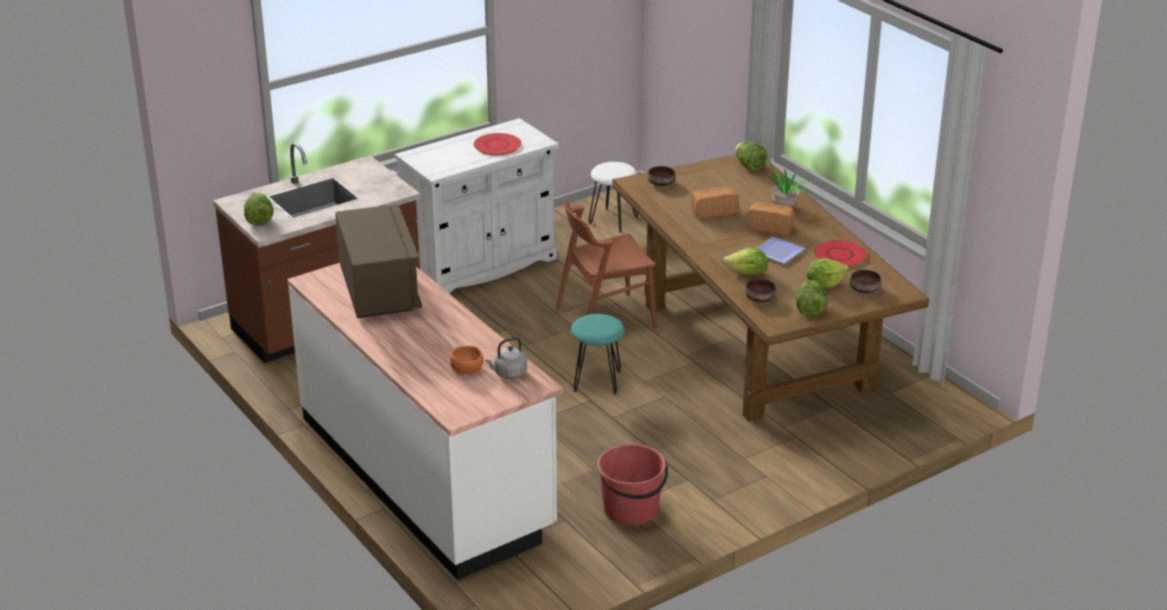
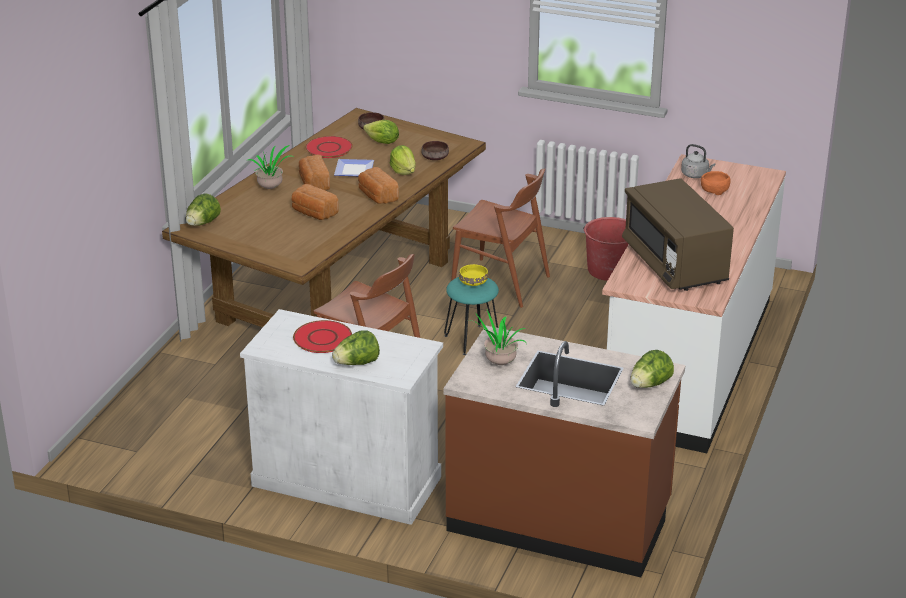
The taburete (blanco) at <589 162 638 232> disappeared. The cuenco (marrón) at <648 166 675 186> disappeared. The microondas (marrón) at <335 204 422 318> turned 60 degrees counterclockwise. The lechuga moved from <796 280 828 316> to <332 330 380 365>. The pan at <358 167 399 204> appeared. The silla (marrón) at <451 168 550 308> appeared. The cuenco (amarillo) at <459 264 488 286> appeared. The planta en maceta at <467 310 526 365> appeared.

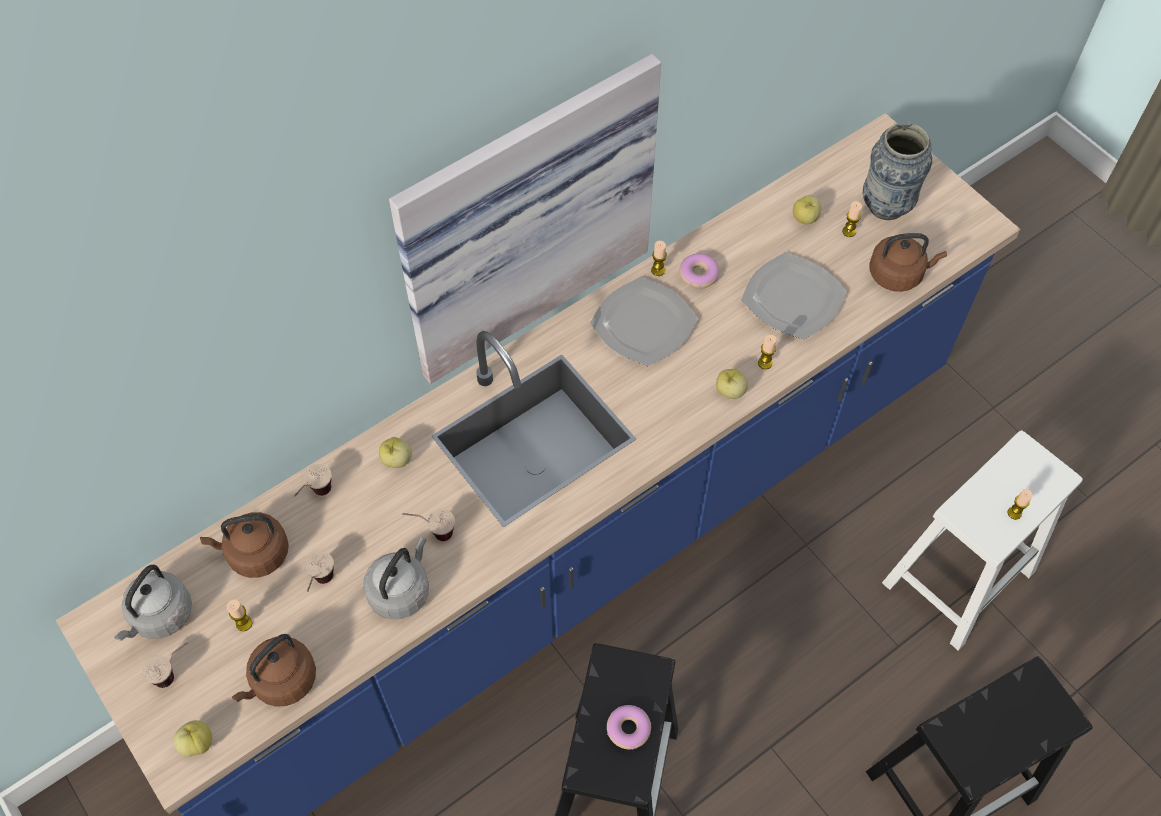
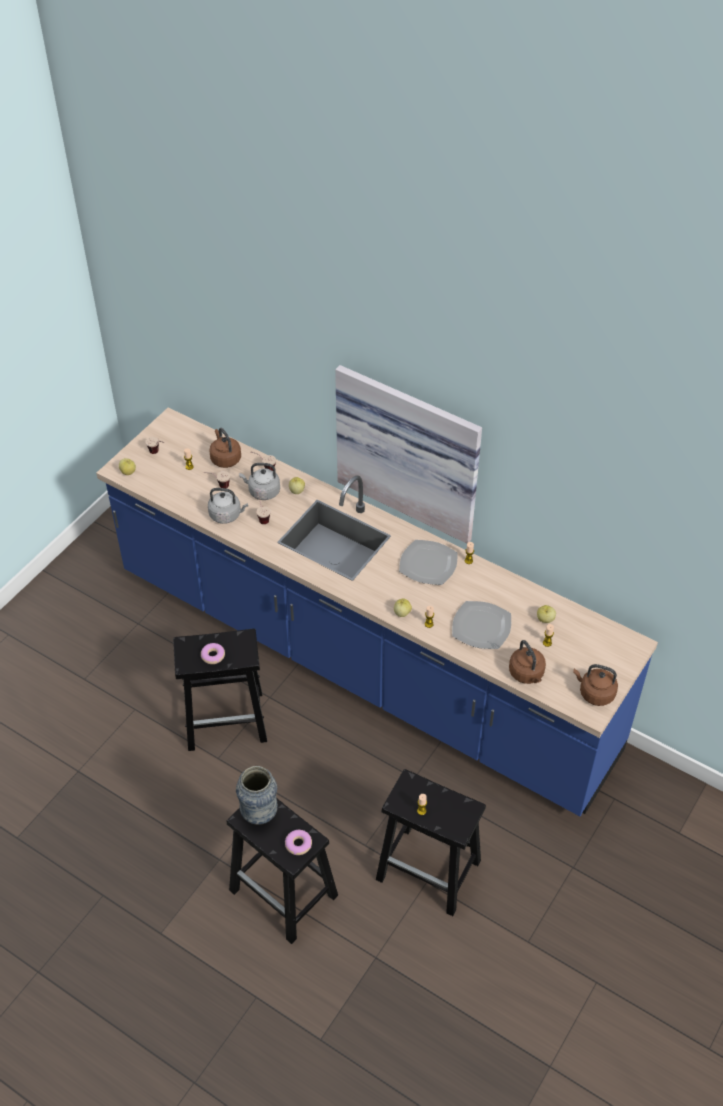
The florero moved from <863 124 932 220> to <236 766 278 825>. The rosquilla moved from <679 253 719 289> to <285 830 312 855>. The taburete (blanco) at <882 430 1083 651> became the taburete (negro) at <376 769 486 916>. The hervidor (gris) moved from <114 565 192 641> to <239 463 280 500>. The hervidor (marrón) moved from <232 634 316 707> to <573 664 618 706>.

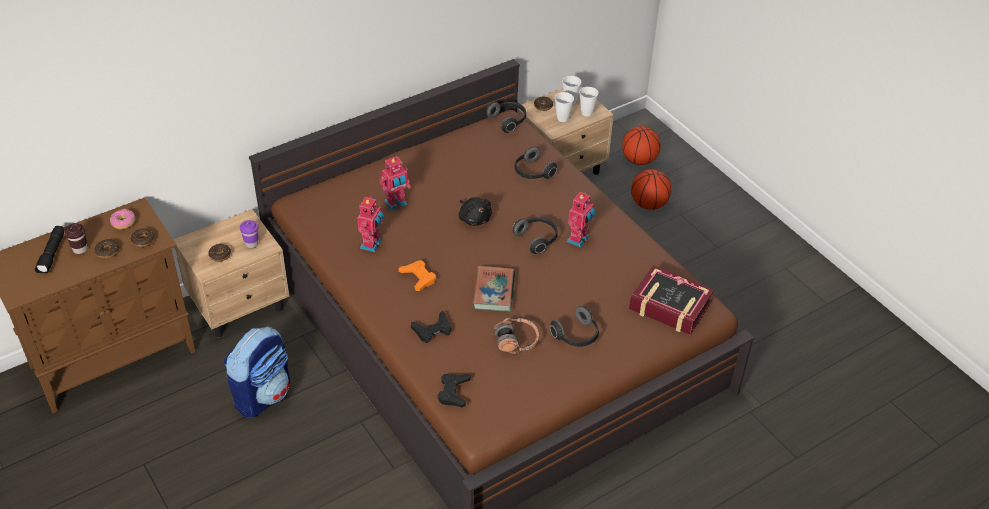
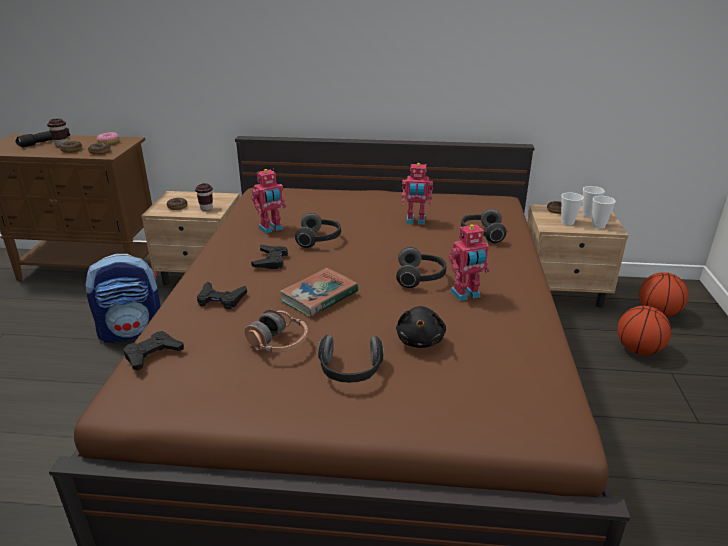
The auriculares moved from <486 102 526 133> to <295 213 341 248>. The robot de juguete moved from <380 156 411 210> to <402 163 433 225>. The peluche (negro) moved from <459 197 492 226> to <396 306 446 348>. The taza (morado) at <240 220 258 248> became the taza (marrón) at <195 183 213 211>. The mando de consola (naranja) at <398 260 436 291> became the mando de consola (negro) at <251 245 288 269>. The libro at <629 265 714 335> disappeared.

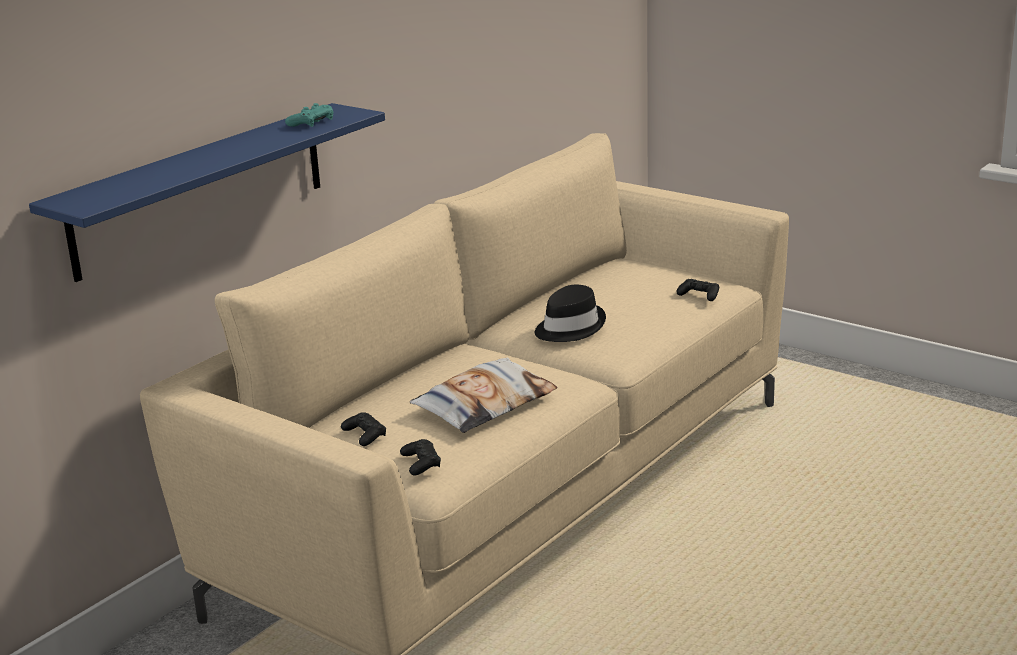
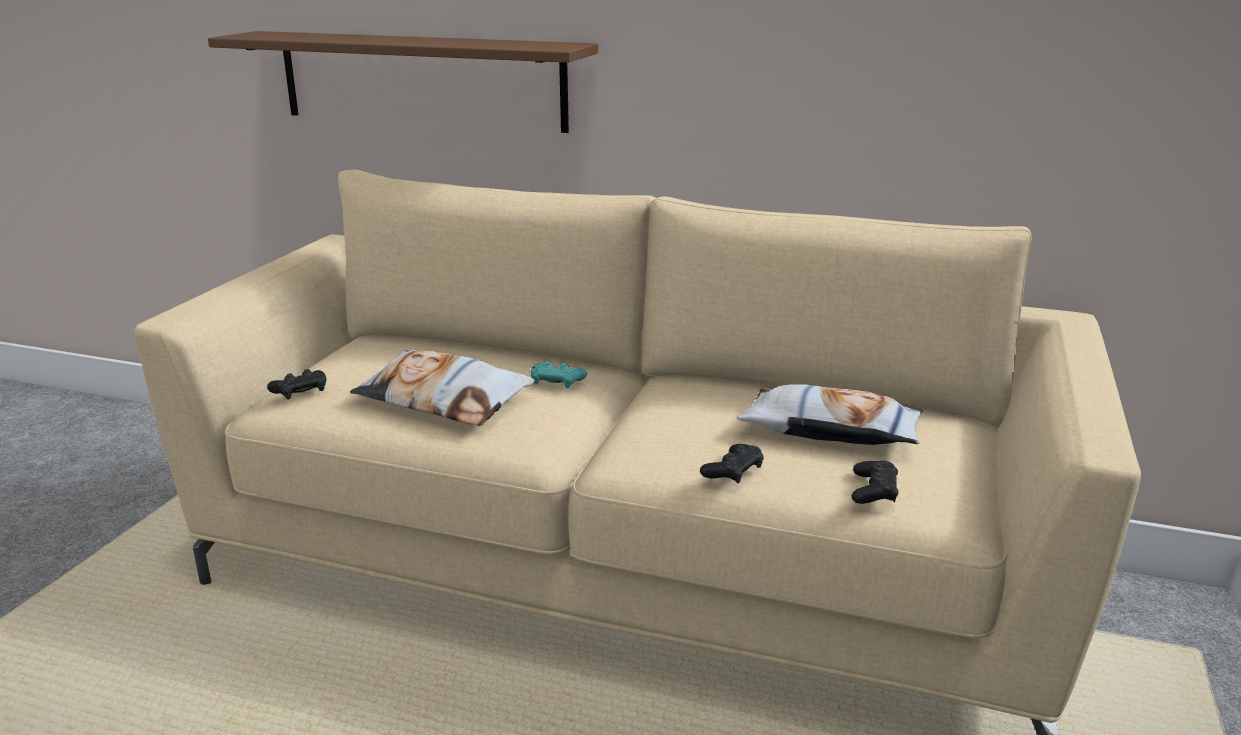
The estante (azul) at <29 103 385 282> became the estante (marrón) at <208 31 598 133>. The mando de consola (turquesa) moved from <285 103 334 127> to <531 361 587 388>. The sombrero (negro) at <535 285 606 342> disappeared. The mando de consola (negro) moved from <341 412 386 446> to <700 444 764 484>. The cojín at <737 384 923 445> appeared.

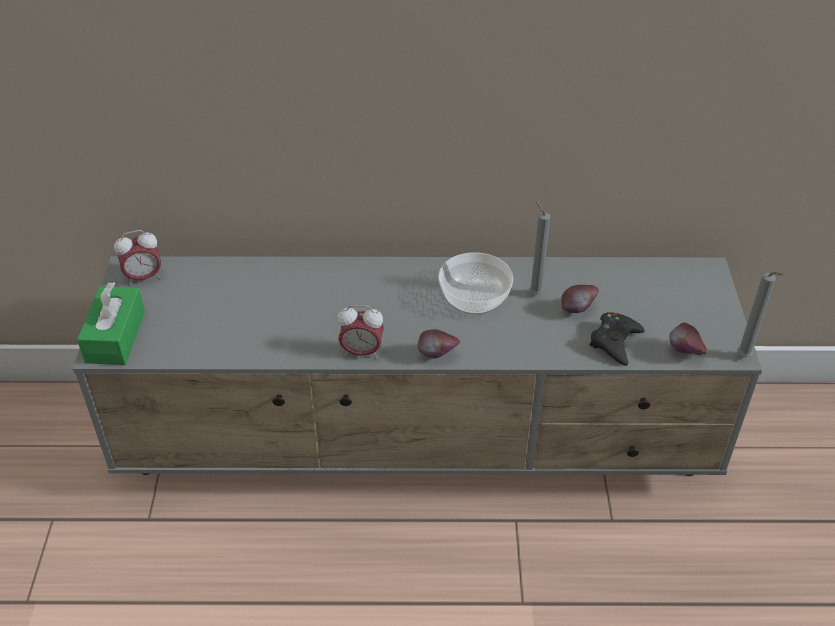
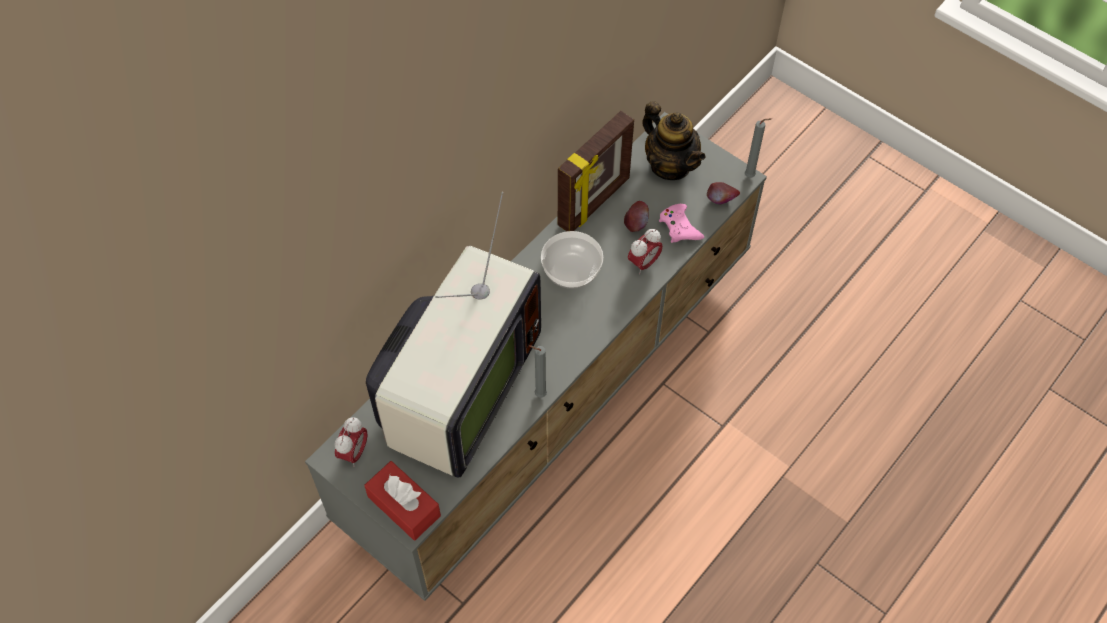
The vela (gris) moved from <529 200 550 295> to <529 345 547 398>. The caja de pañuelos (verde) at <77 282 145 365> became the caja de pañuelos (rojo) at <364 461 441 541>. The despertador moved from <338 305 384 358> to <628 229 663 274>. The mando de consola (negro) at <590 312 645 366> became the mando de consola (rosa) at <659 204 704 243>. The manzana at <417 329 460 359> disappeared. The tetera at <642 101 706 180> appeared. The portarretratos at <558 111 634 231> appeared. The televisor at <366 192 541 477> appeared.

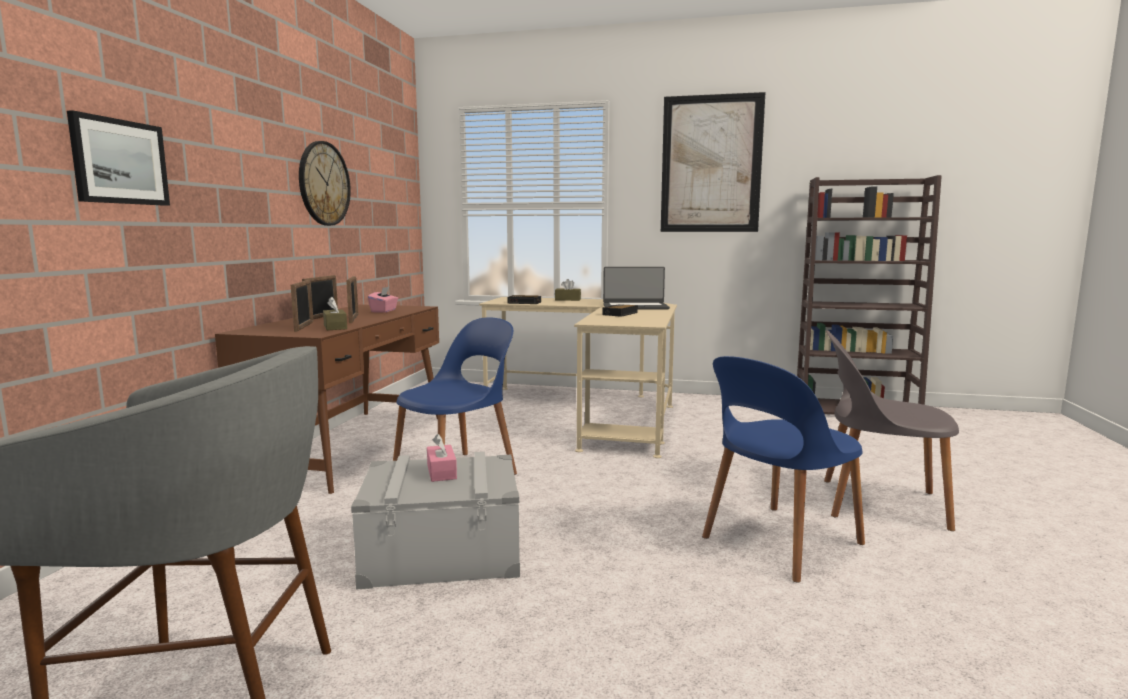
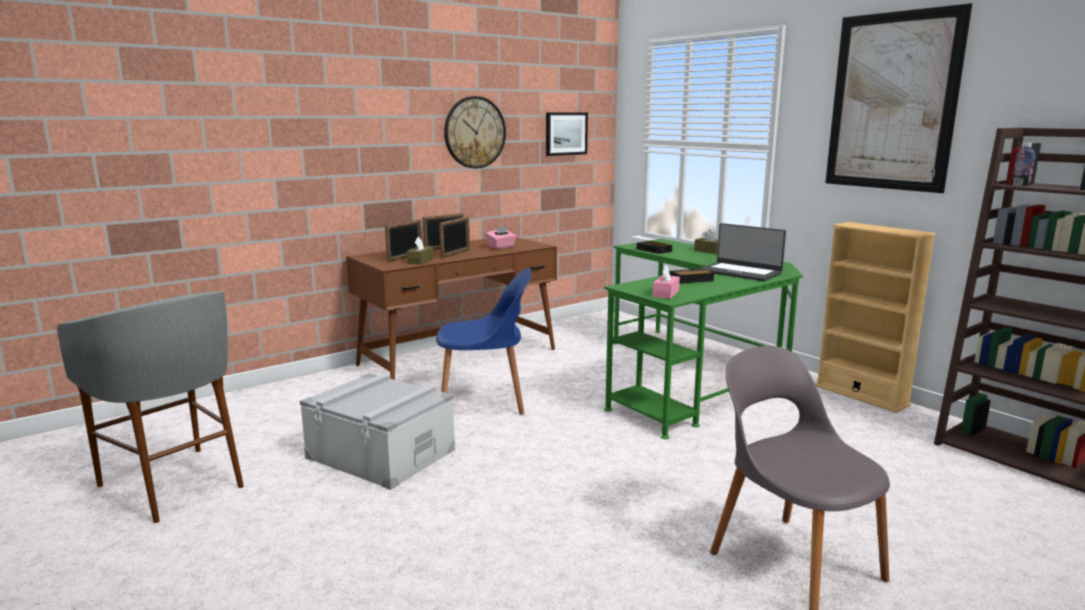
The cuadro moved from <67 110 170 206> to <546 112 588 156>. The escritorio (beis) at <479 297 677 458> became the escritorio (verde) at <604 239 803 439>. The silla (azul) at <702 356 865 583> disappeared. The caja de pañuelos (rosa) moved from <427 434 457 482> to <653 265 680 299>. The botella at <1012 142 1035 186> appeared. The estantería (beis) at <815 222 936 413> appeared.

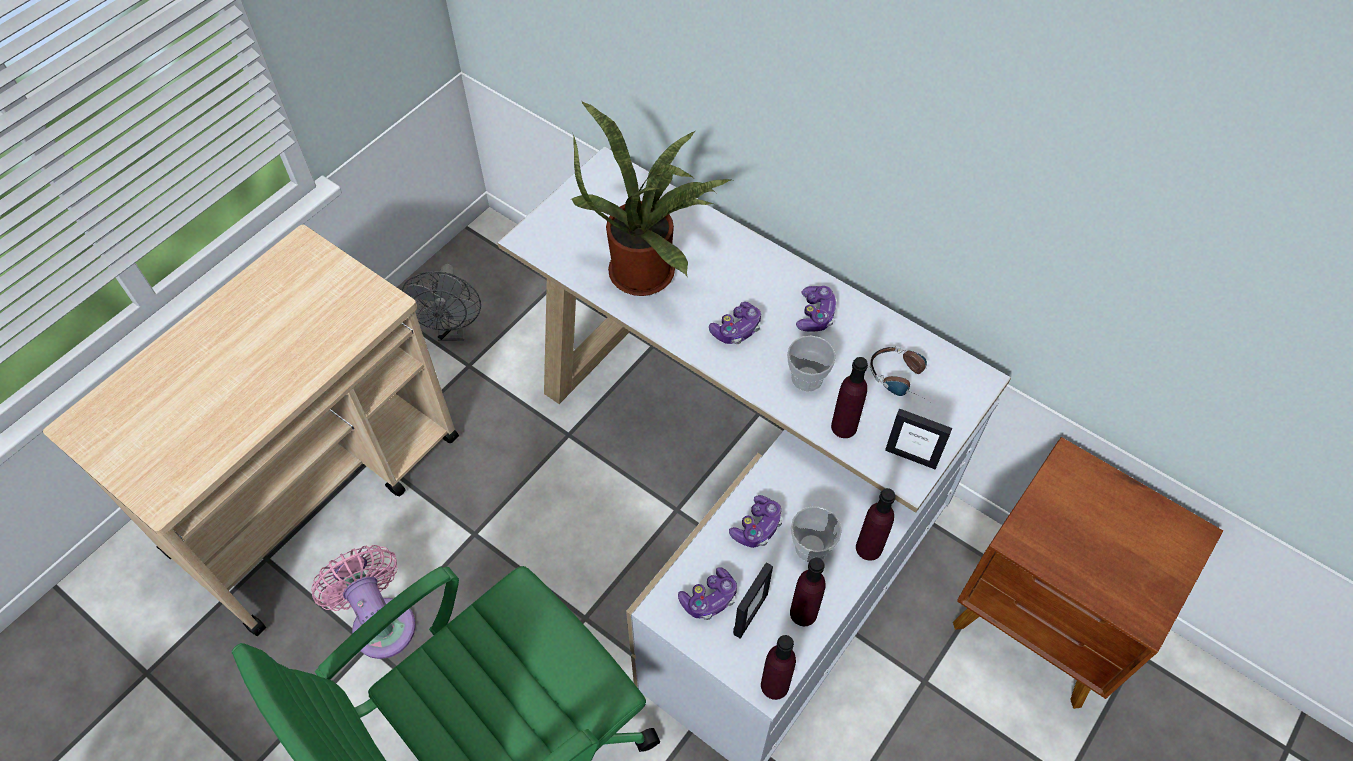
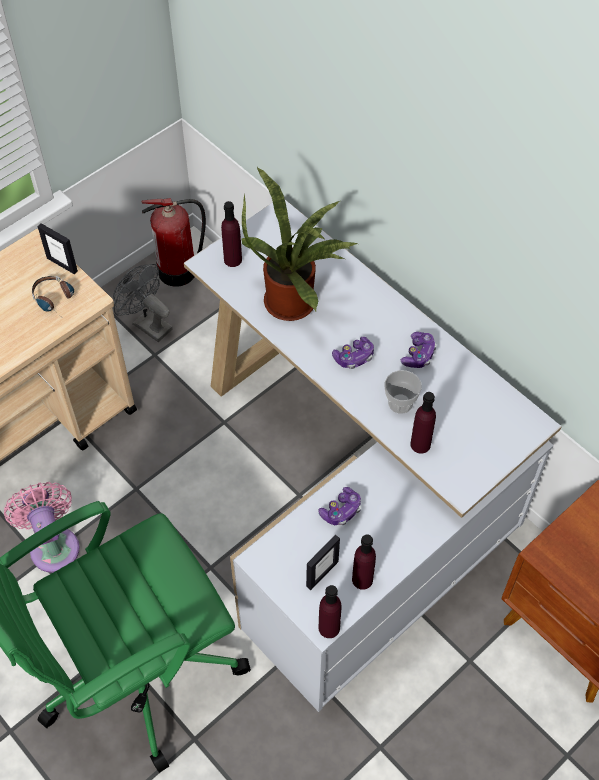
The ventilador (gris) at <401 264 481 341> turned 120 degrees clockwise. The auriculares moved from <870 346 928 401> to <32 276 74 315>. The portarretratos moved from <885 408 952 470> to <37 223 78 274>. The botella (morado) moved from <856 488 896 561> to <221 201 242 267>. The taza at <791 506 842 562> disappeared. The mando de consola at <678 567 737 620> disappeared. The extintor at <141 198 206 287> appeared.

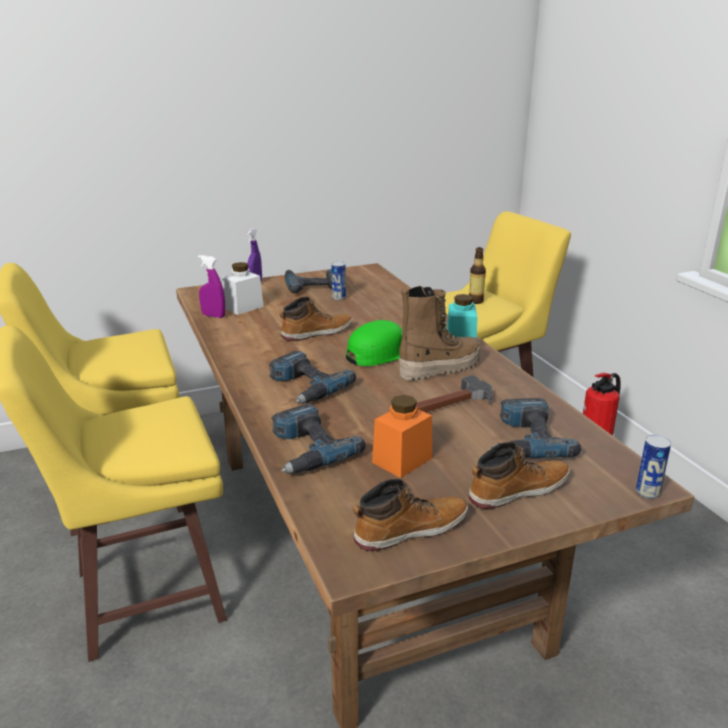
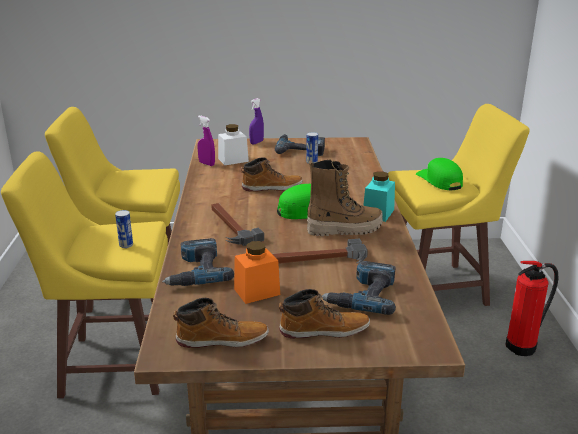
The botella at <469 247 486 304> was replaced by the gorra (verde) at <416 158 463 190>. The taladro at <269 351 356 404> was replaced by the martillo at <211 203 264 246>. The lata moved from <636 435 671 499> to <115 210 133 248>.

